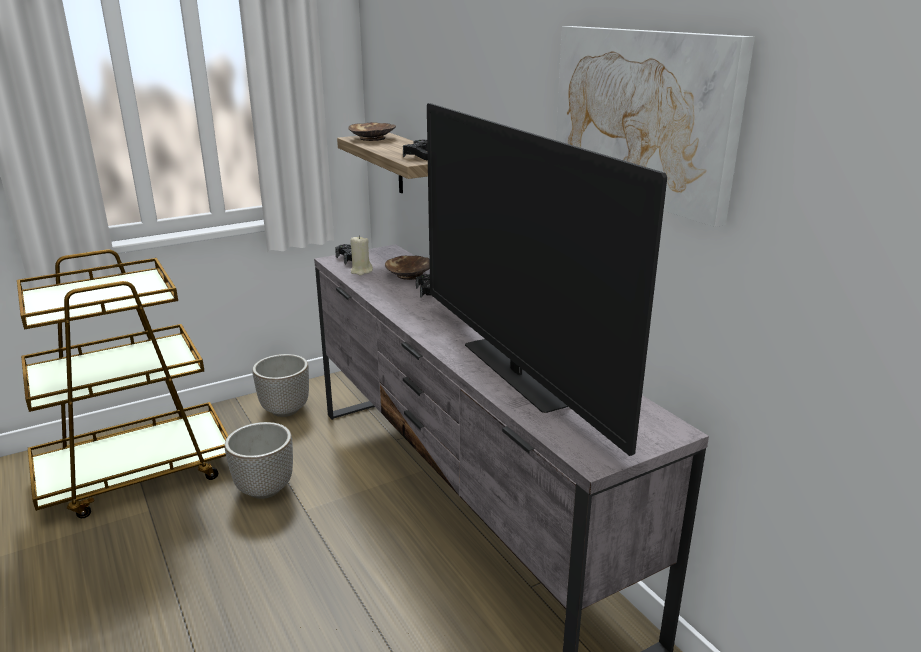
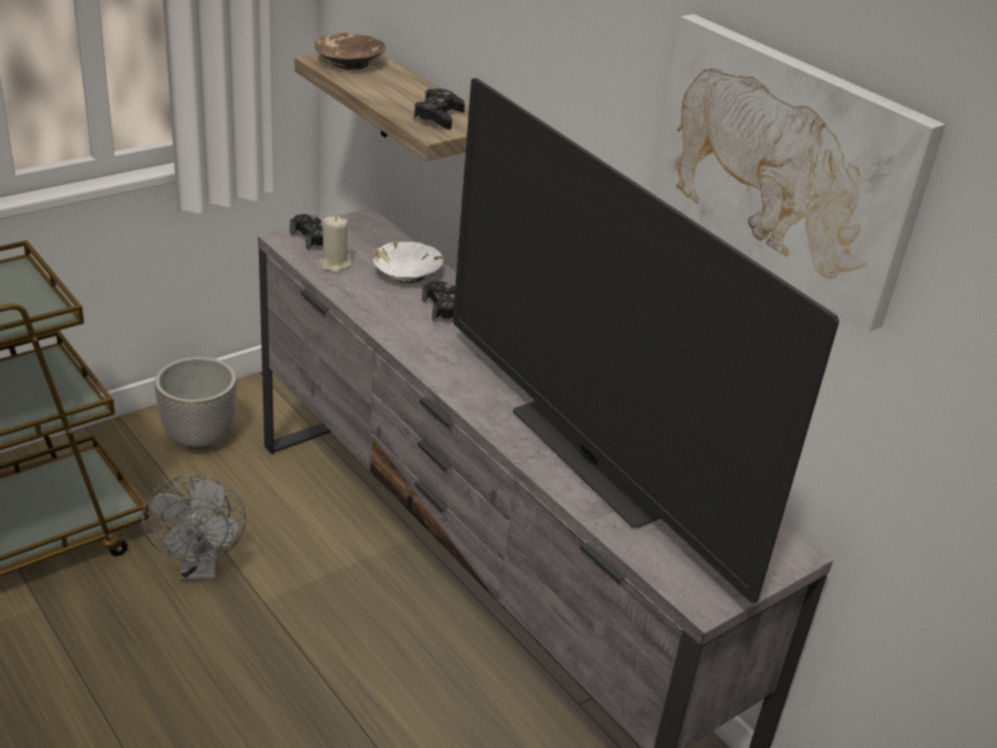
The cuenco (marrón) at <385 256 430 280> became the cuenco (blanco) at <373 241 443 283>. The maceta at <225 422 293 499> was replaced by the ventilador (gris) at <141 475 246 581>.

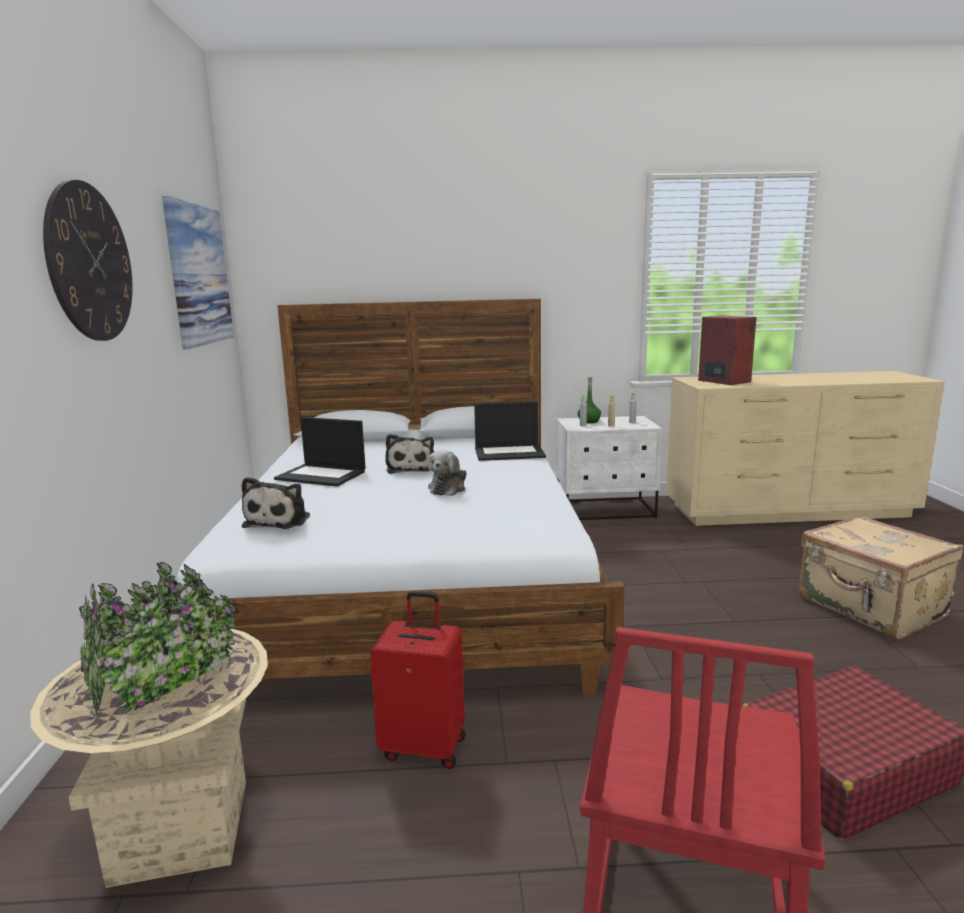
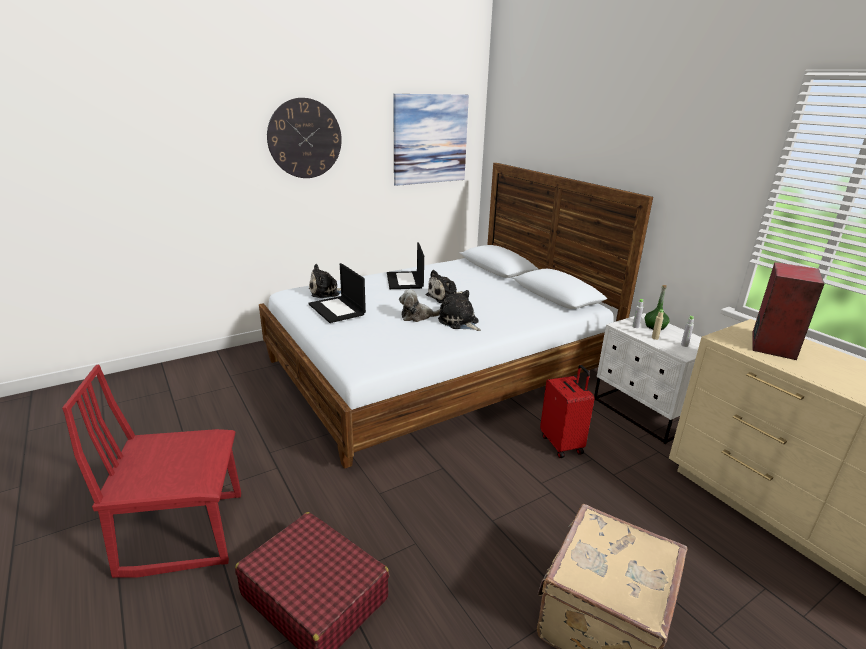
The portátil moved from <474 401 546 461> to <309 263 366 323>. The maceta (beis) at <30 562 268 888> disappeared. The maleta (rojo) moved from <370 591 466 769> to <540 365 595 458>. The peluche at <438 290 481 331> appeared.

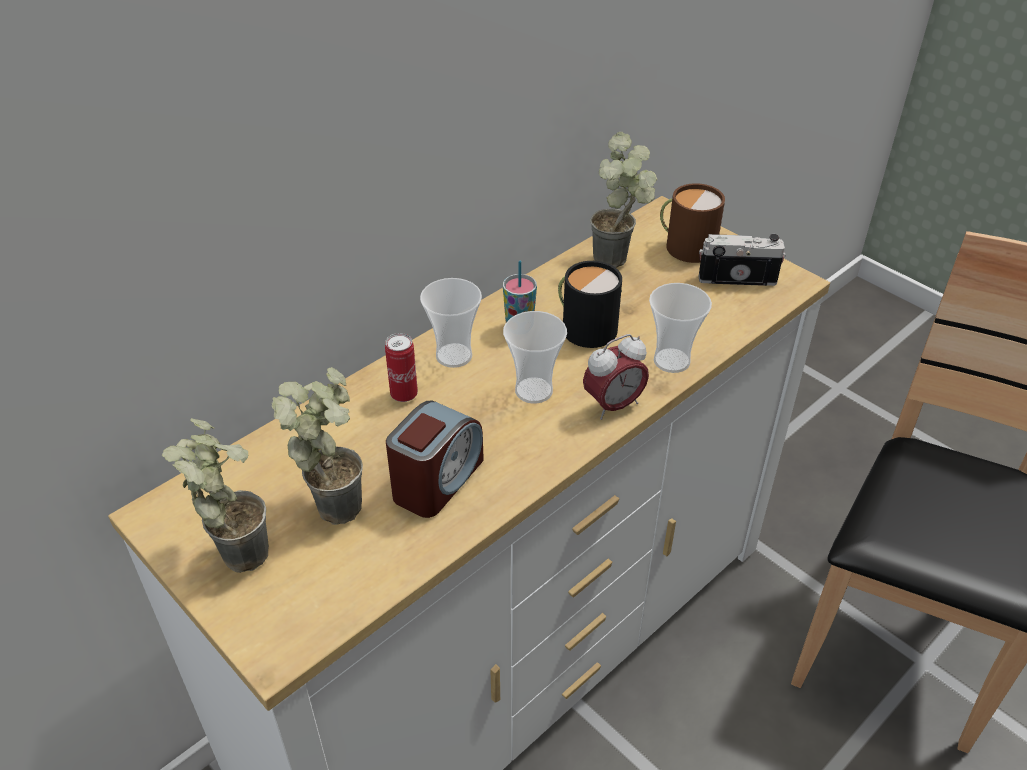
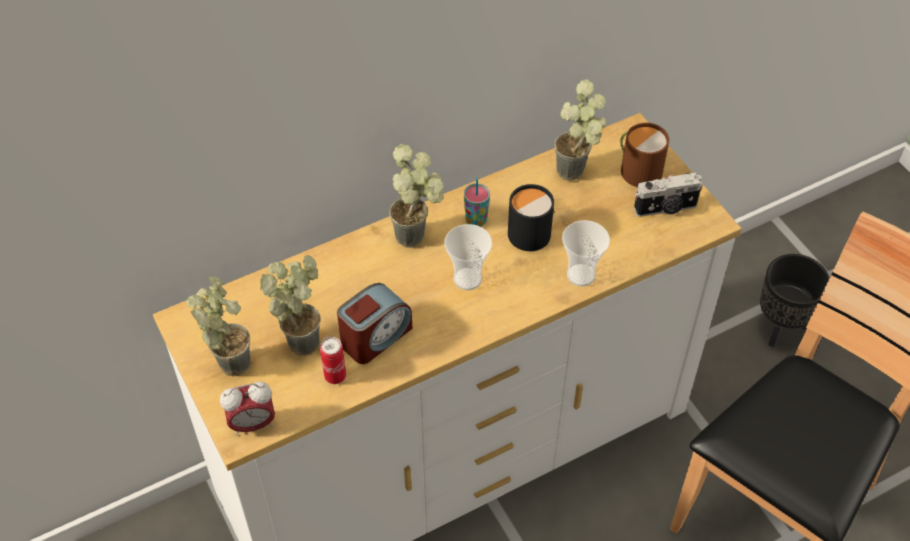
The cámara at <699 234 786 286> turned 150 degrees clockwise. The taza at <420 278 482 368> was replaced by the planta en maceta at <389 144 444 248>. The lata moved from <385 333 418 402> to <320 337 346 384>. The despertador moved from <583 334 649 420> to <220 382 275 436>. The maceta (negro) at <760 254 829 348> appeared.

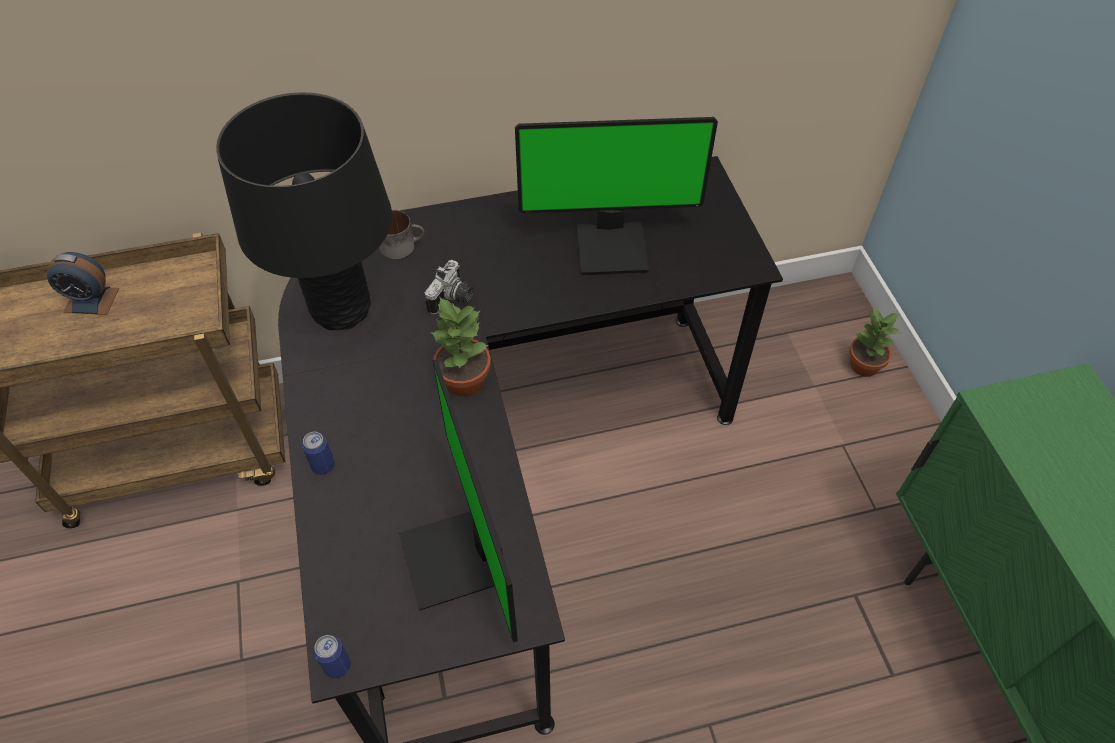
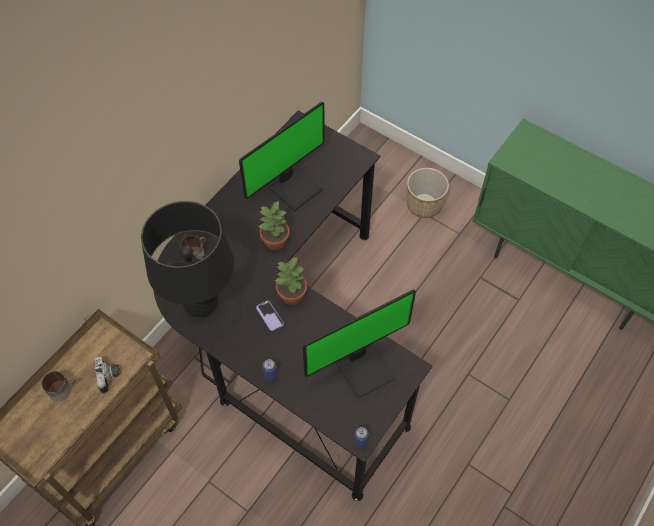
The despertador at <47 252 119 315> was replaced by the taza grande at <42 371 76 401>. The cámara moved from <424 260 473 315> to <94 357 120 393>. The planta en maceta moved from <849 307 901 377> to <258 201 290 250>. The monitor at <399 359 518 643> turned 60 degrees counterclockwise. The maceta at <407 168 449 218> appeared. The móvil at <256 301 284 331> appeared.

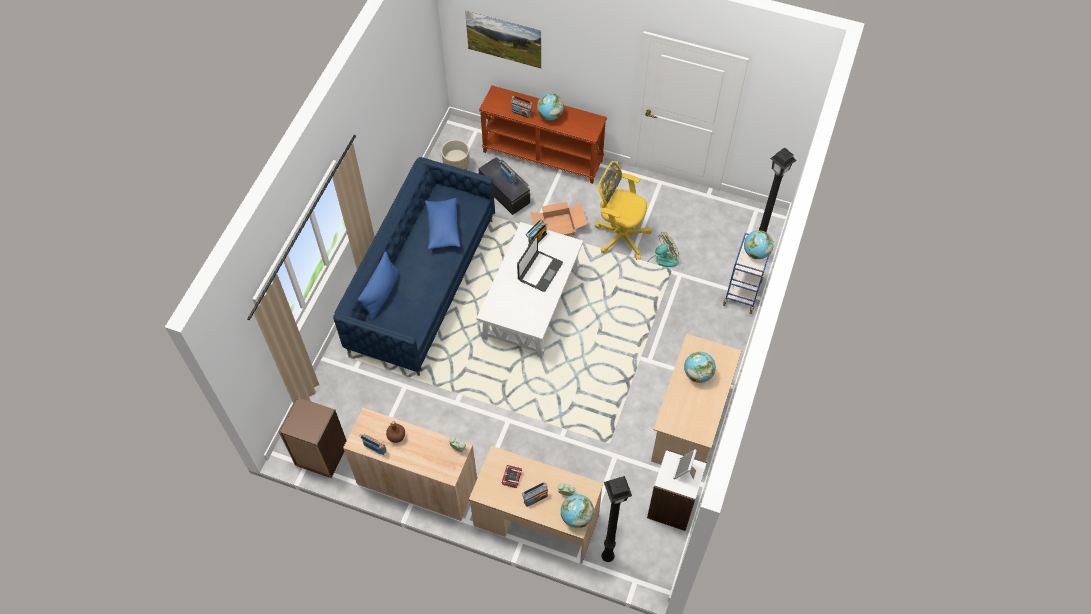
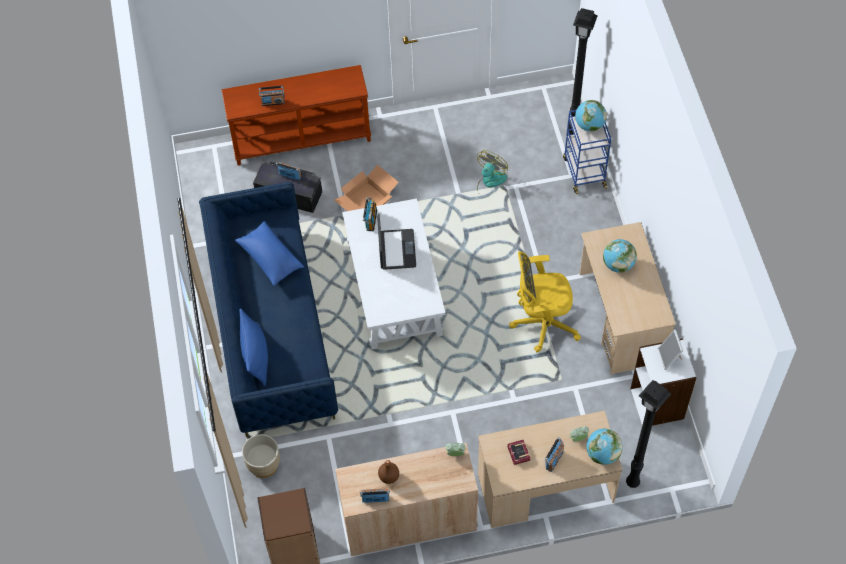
The cuadro at <465 11 541 68> disappeared. The globo terráqueo at <537 93 564 120> disappeared. The maceta (beis) moved from <441 140 470 170> to <242 434 280 478>. The silla de oficina (amarillo) moved from <595 161 652 260> to <509 251 581 352>.

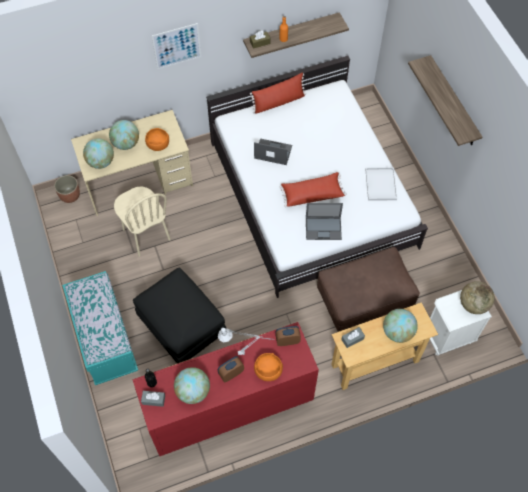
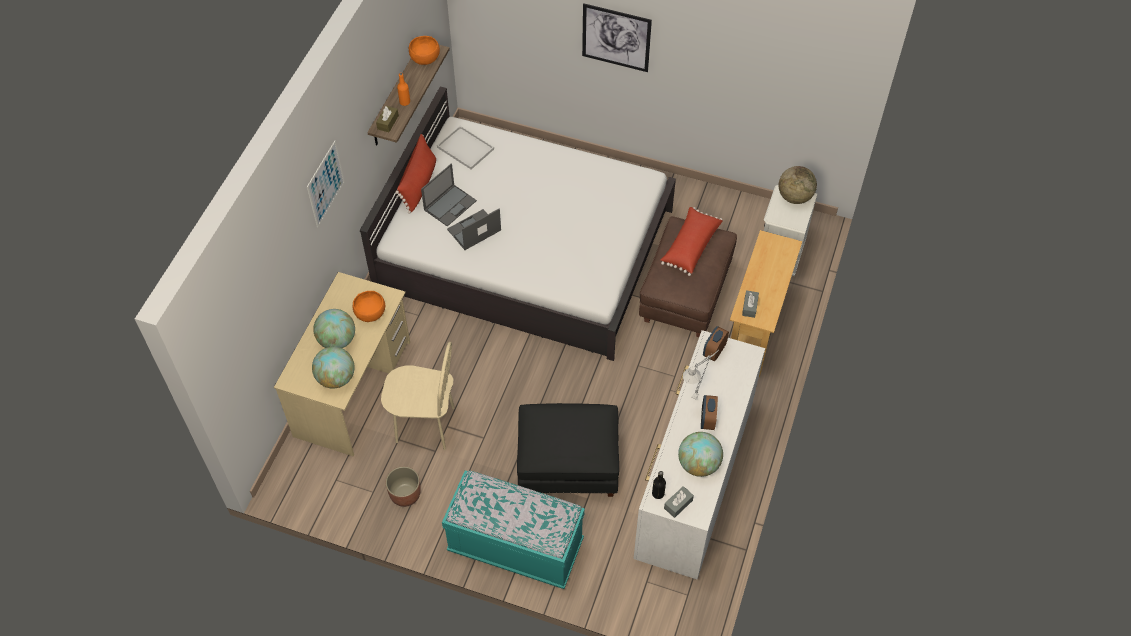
The estante at <408 55 482 146> was replaced by the cuadro at <582 3 652 72>. The bandeja (blanco) moved from <365 167 397 201> to <437 126 494 170>. The cojín (rojo) moved from <280 172 346 207> to <660 207 723 276>. The maceta moved from <54 175 80 203> to <386 466 421 507>. The portátil moved from <306 203 343 240> to <421 164 477 226>. The globo terráqueo at <383 309 418 343> disappeared. The cómoda (rojo) at <133 322 319 456> became the cómoda (blanco) at <634 330 765 579>. The cuenco (naranja) moved from <254 353 283 381> to <409 36 440 65>.

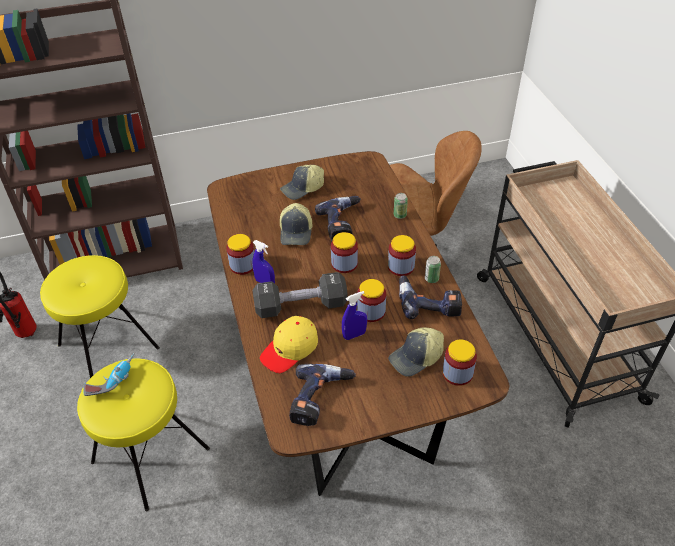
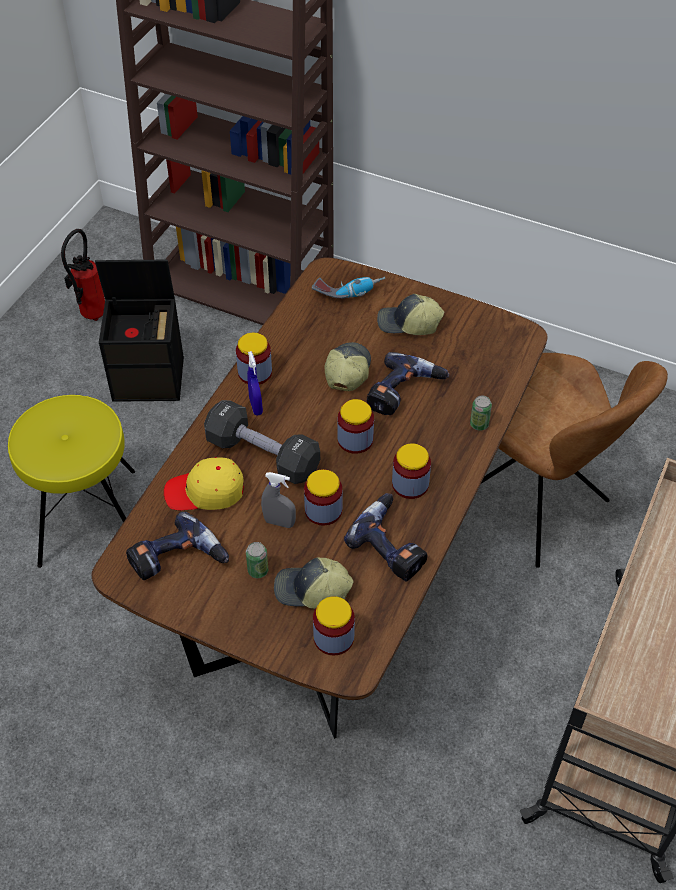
The gorra at <280 203 313 245> turned 150 degrees clockwise. The taburete (amarillo) at <40 255 160 378> was replaced by the caja de almacenaje (negro) at <95 260 184 402>. The lata moved from <425 256 441 283> to <246 542 268 578>. The pulverizador (azul) at <342 291 367 340> became the pulverizador (gris) at <261 472 296 528>. The taladro moved from <84 353 135 396> to <312 277 385 299>.

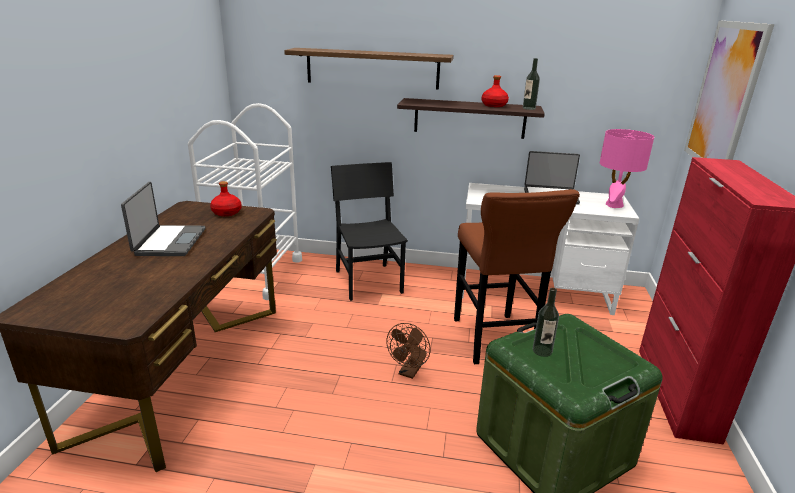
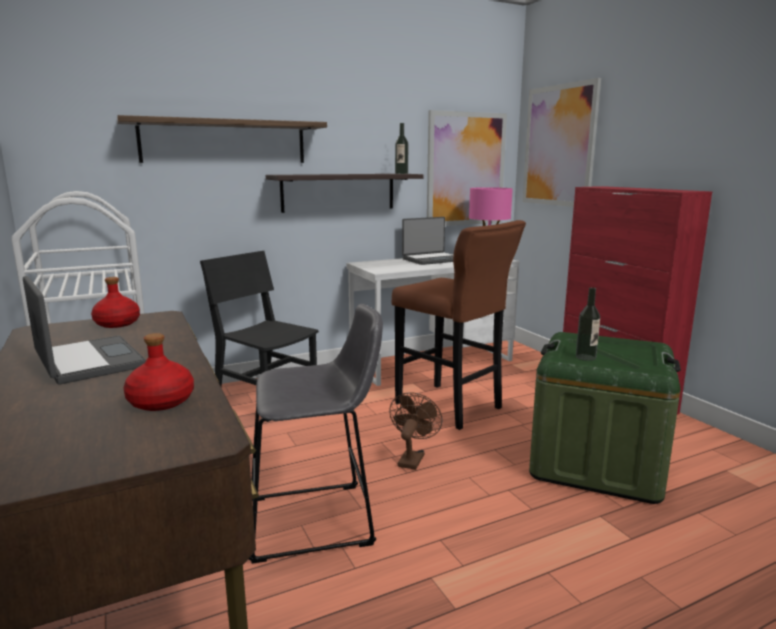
The botella (rojo) moved from <482 75 509 107> to <123 333 194 411>. The ventilador (marrón) at <386 323 430 379> turned 150 degrees counterclockwise. The cuadro at <427 110 507 226> appeared. The taburete (gris) at <249 304 383 564> appeared.

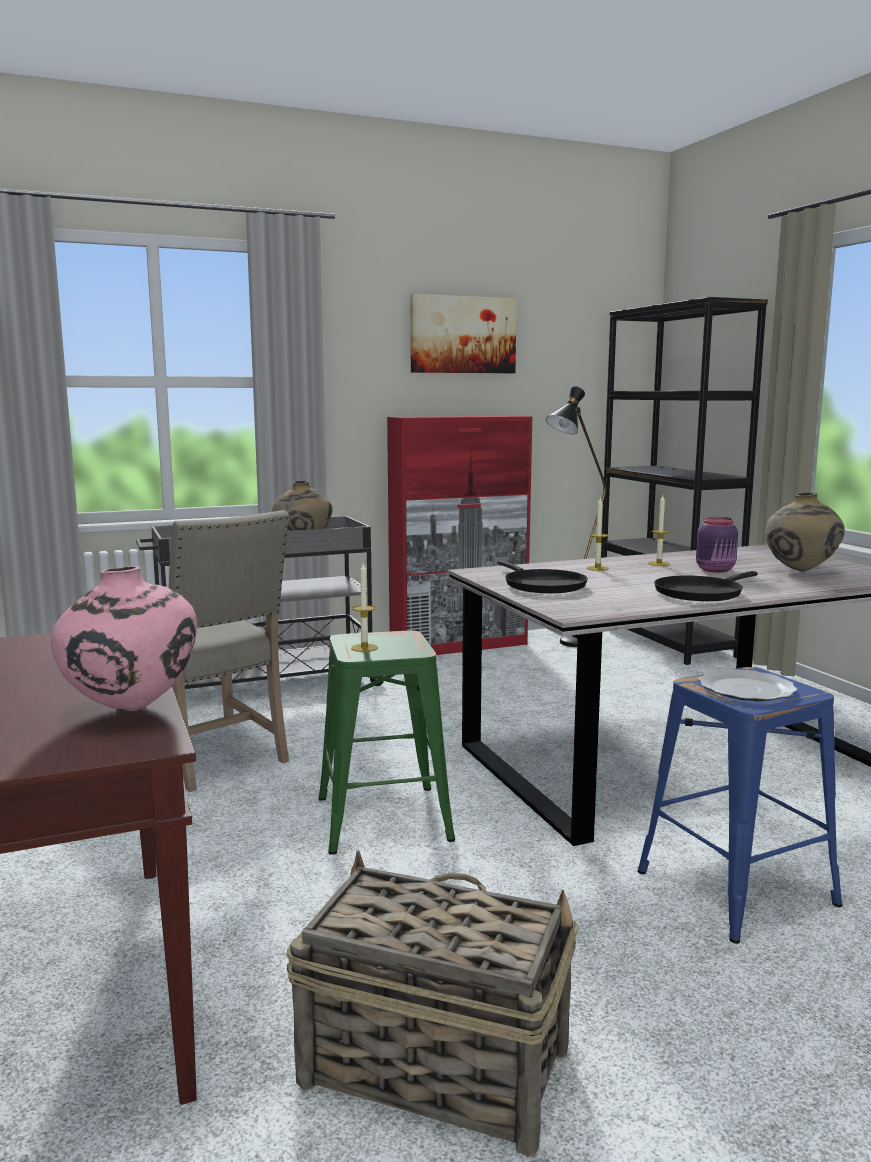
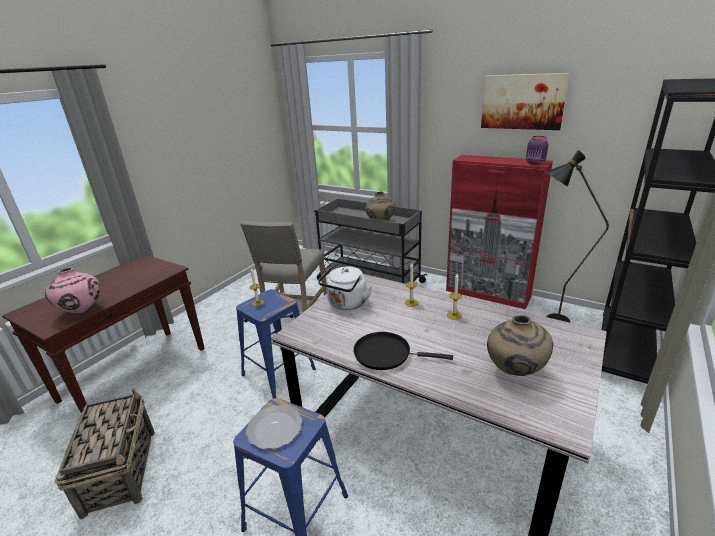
The tarro (morado) moved from <696 517 738 572> to <526 136 548 165>. The sartén (negro) at <497 560 588 593> was replaced by the hervidor (blanco) at <318 267 372 310>. The taburete (verde) at <318 631 455 855> became the taburete (azul) at <236 289 316 398>.

